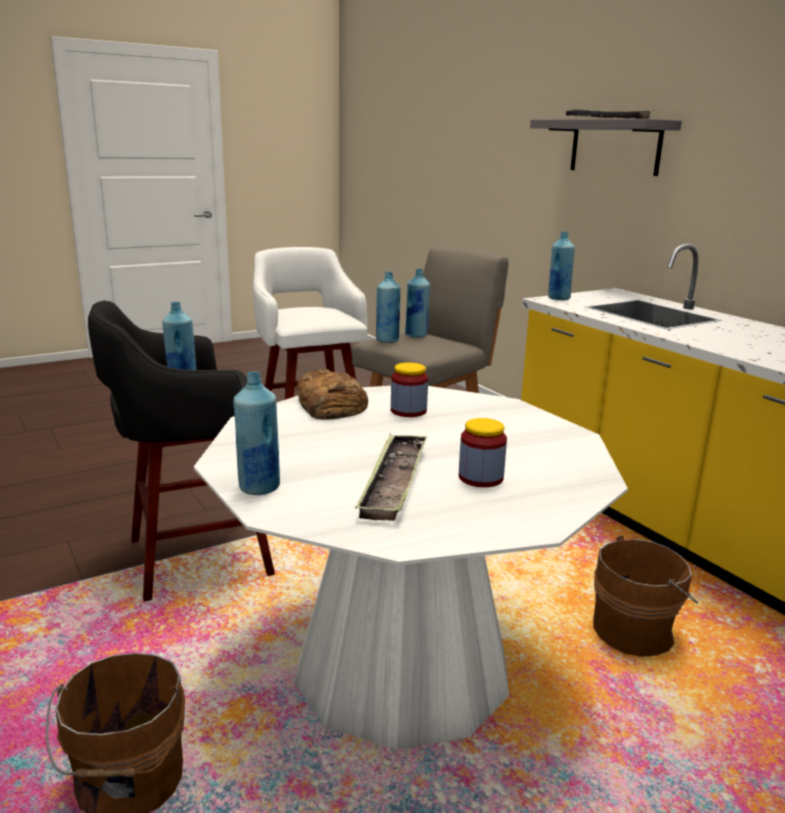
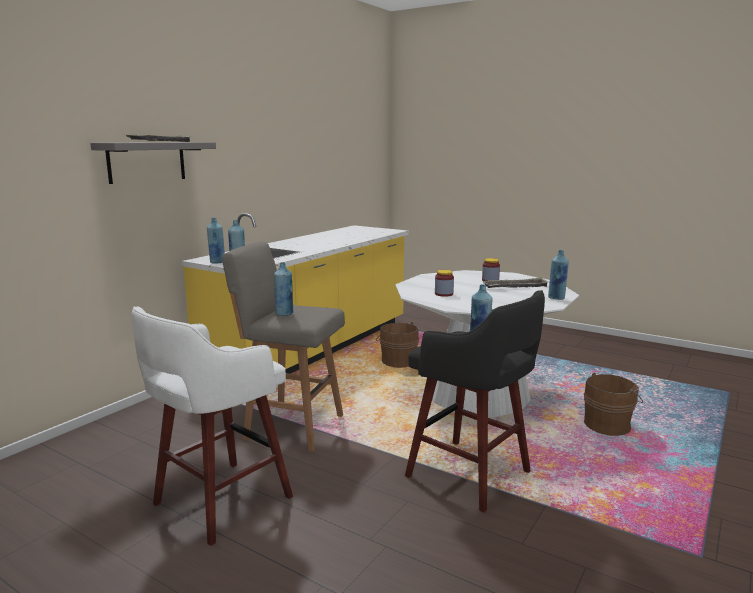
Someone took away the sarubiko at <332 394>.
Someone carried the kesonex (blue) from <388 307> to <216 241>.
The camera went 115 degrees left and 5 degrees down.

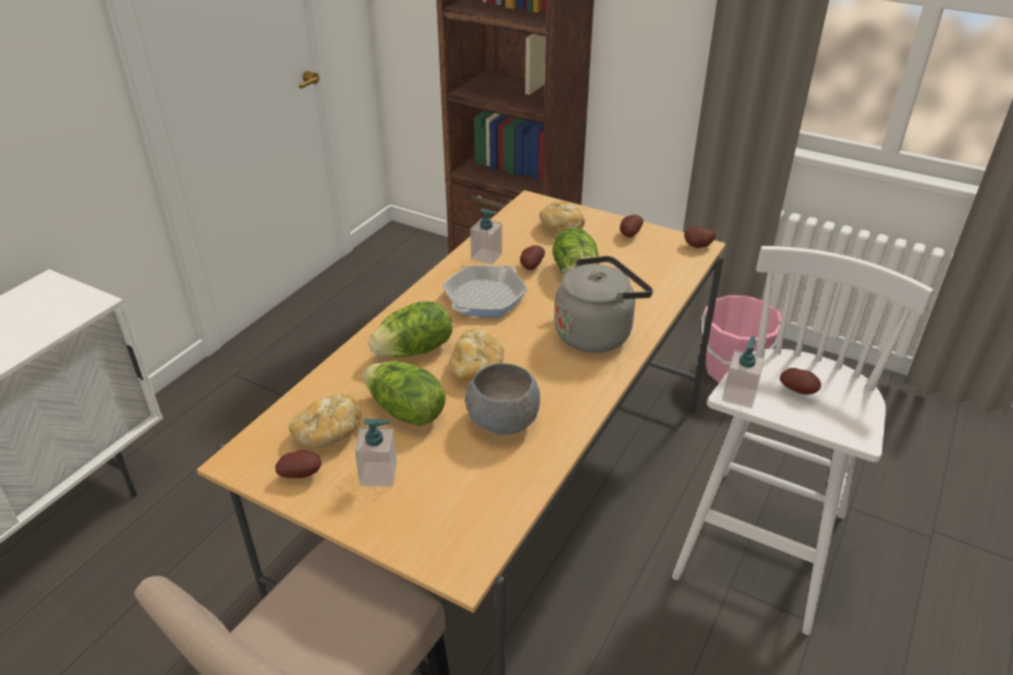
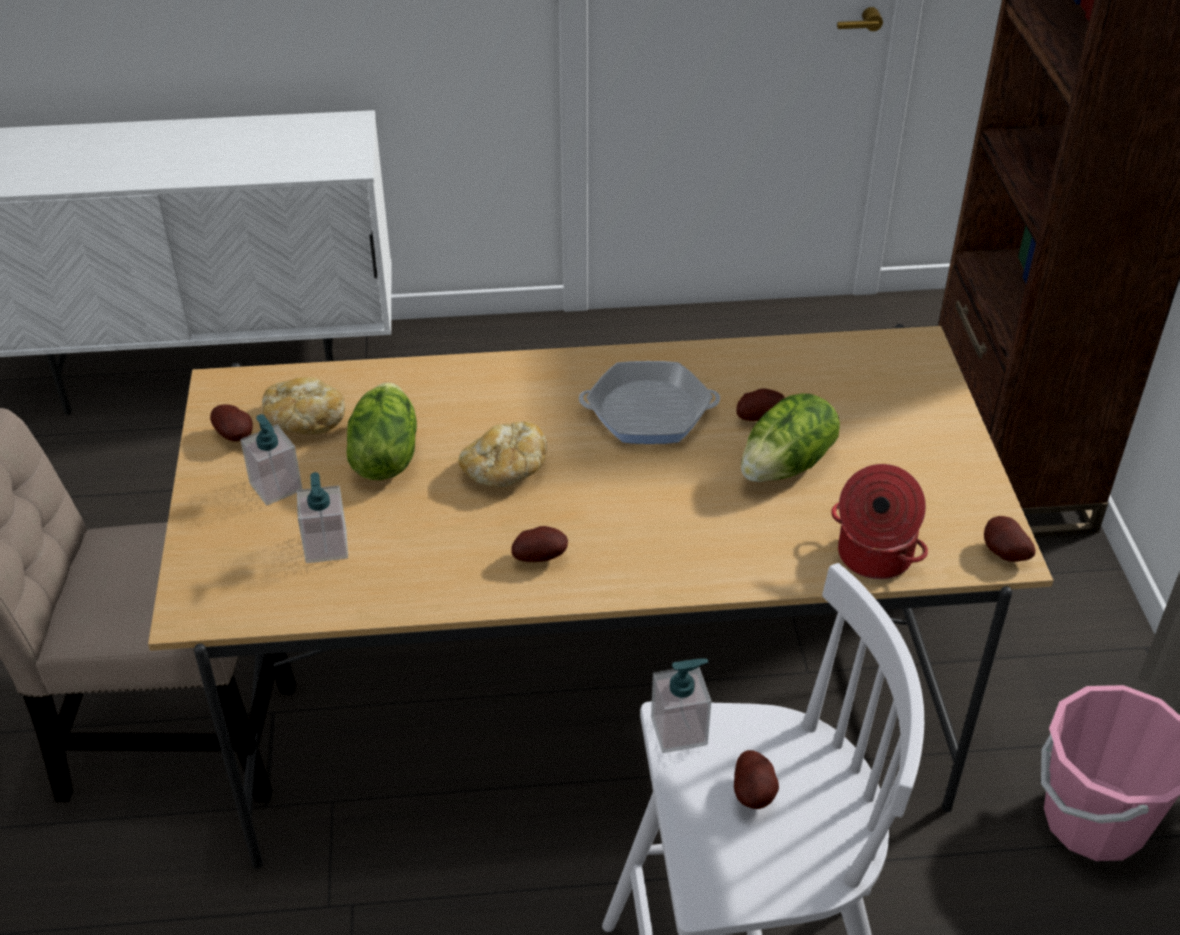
Someone took away the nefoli at <410 329>.
Someone took away the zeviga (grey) at <502 399>.
Someone carried the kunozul from <486 236> to <322 517>.
Someone took away the sarubiko at <562 217>.
Someone took away the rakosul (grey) at <603 304>.
Someone carried the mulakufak from <631 226> to <540 544>.
Someone put down the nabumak at <879 521>.
The camera went 55 degrees right and 5 degrees up.

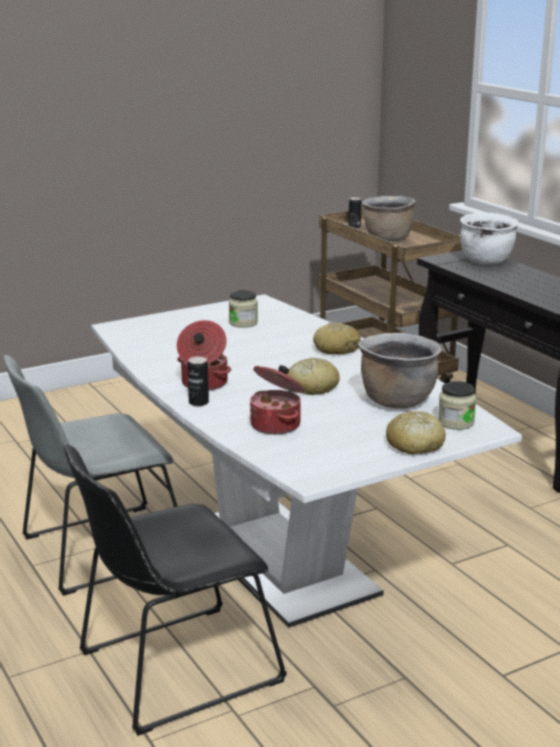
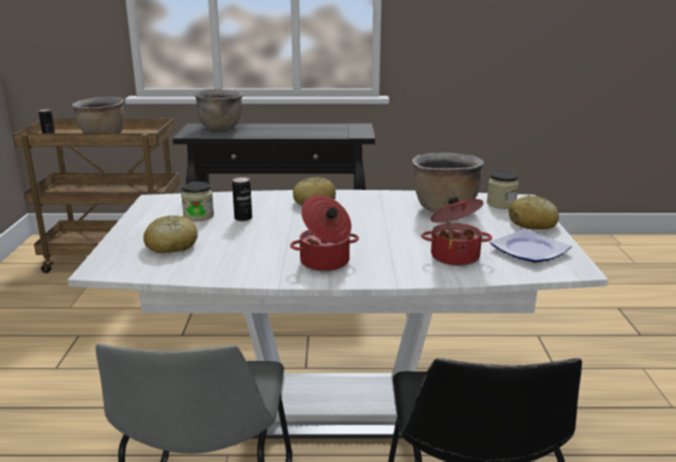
Someone carried the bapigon from <198 381> to <242 199>.
Someone carried the sarubiko from <313 376> to <170 234>.
Someone repainted the nabumak (white) at <489 238>, which became the nabumak (brown) at <218 109>.
Someone put down the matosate at <531 246>.
The camera went 60 degrees left and 0 degrees up.

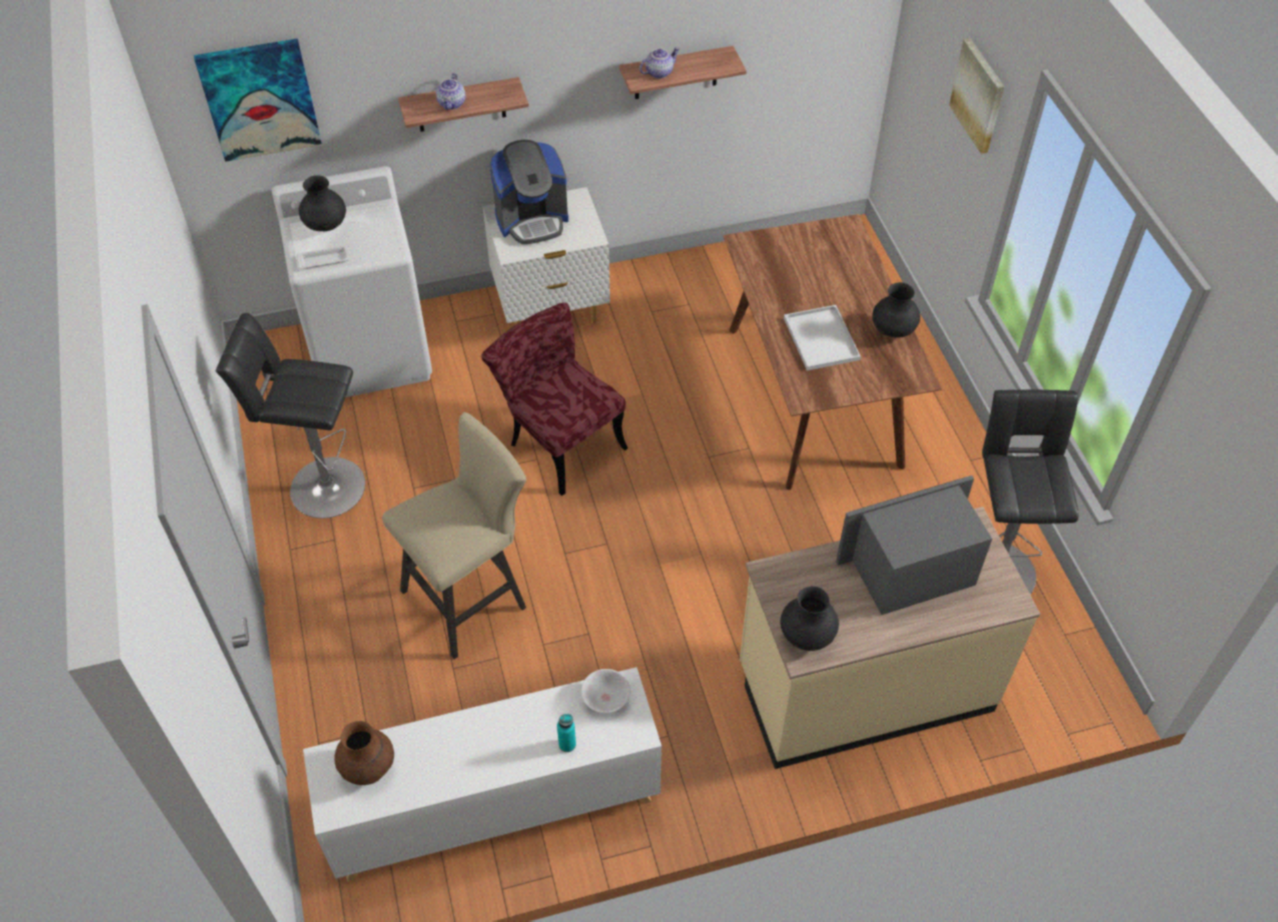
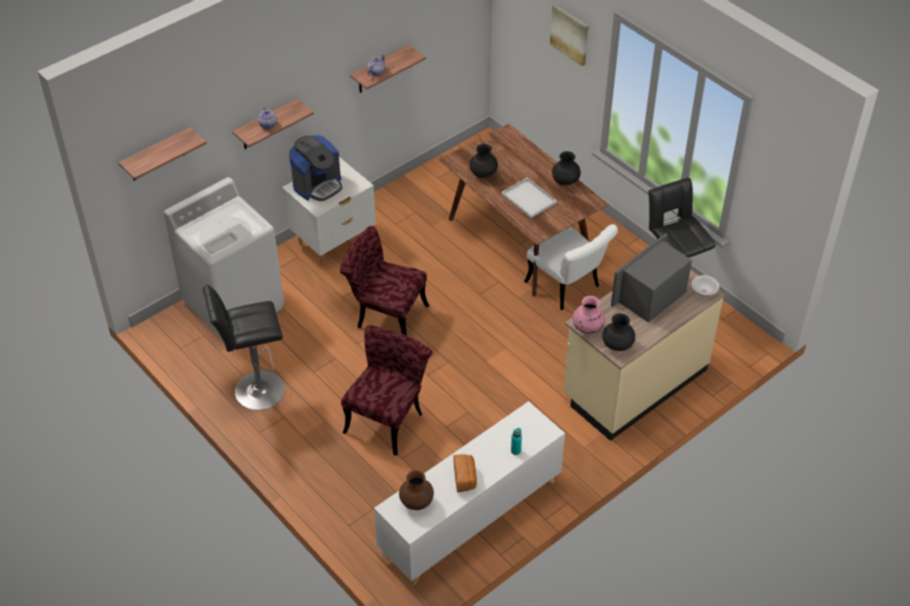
Someone swapped the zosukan at <258 100> for the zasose at <162 154>.
Someone carried the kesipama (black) from <322 203> to <484 161>.
Someone swapped the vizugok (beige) at <454 535> for the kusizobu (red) at <387 390>.
Someone carried the zeviga (white) from <605 691> to <705 286>.
Someone put down the sarubiko at <465 473>.
Someone put down the kusizobu (white) at <571 267>.
Someone put down the kesipama (pink) at <589 315>.
The camera went 25 degrees left and 5 degrees down.

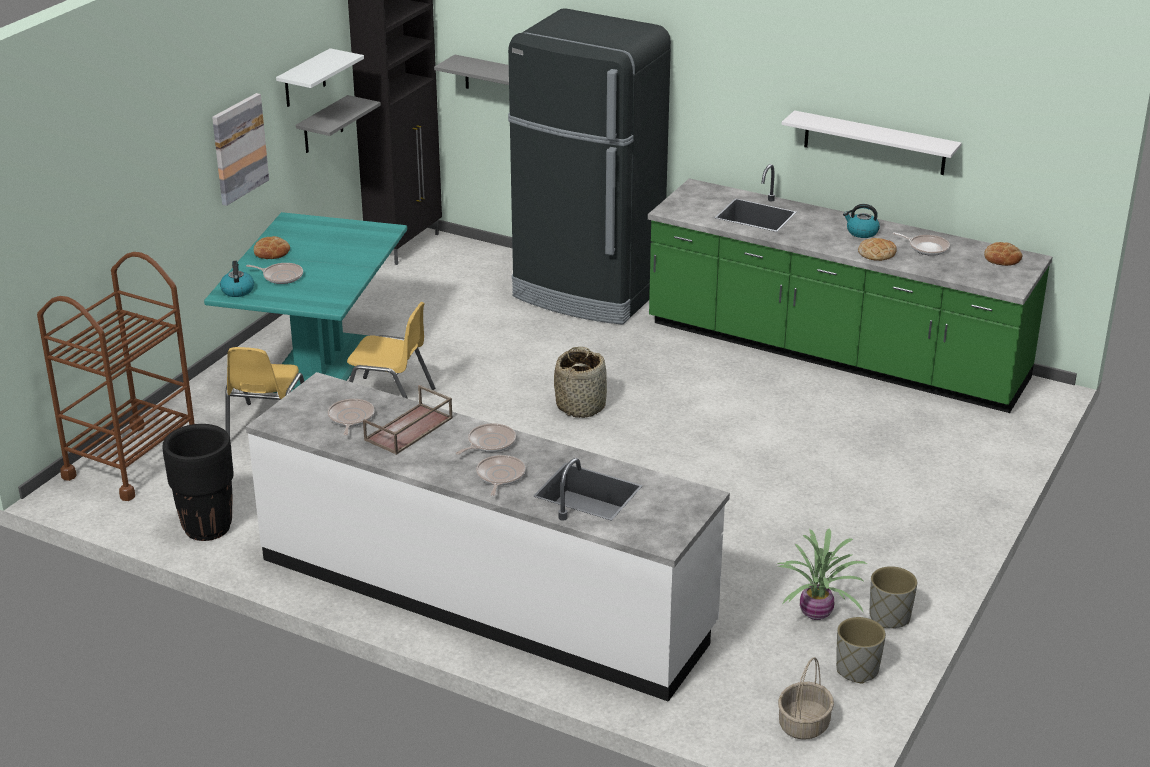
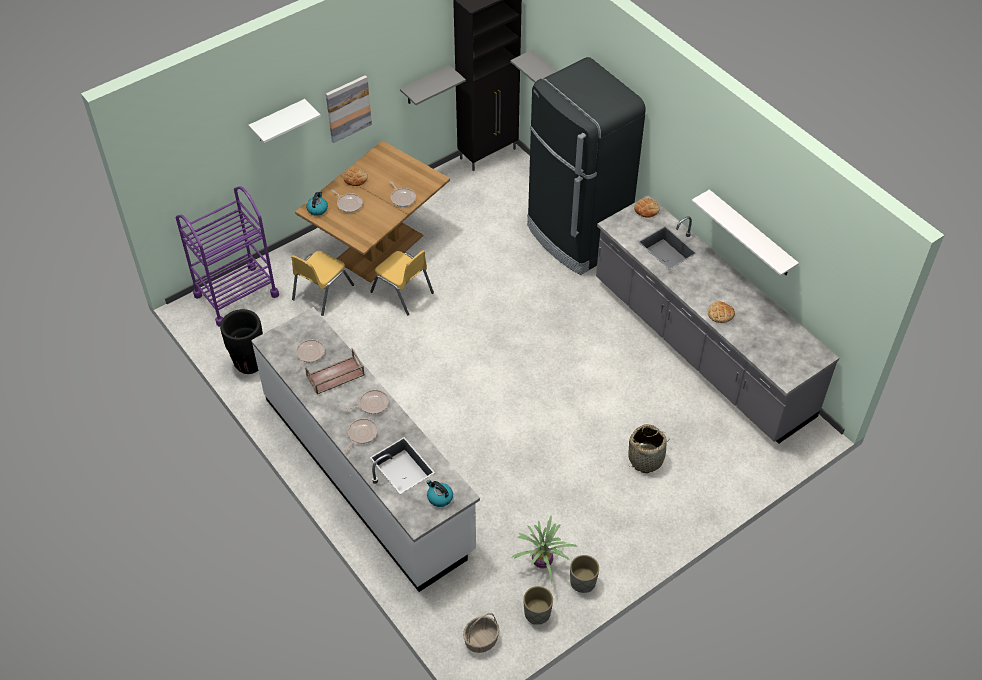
Someone repainted the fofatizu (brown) at <116 376>, which became the fofatizu (purple) at <227 256>.
Someone repainted the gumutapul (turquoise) at <305 302>, which became the gumutapul (brown) at <372 212>.
Someone carried the zasose (white) from <320 77> to <285 121>.
Someone carried the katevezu from <580 382> to <648 448>.
Someone repainted the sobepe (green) at <850 288>, which became the sobepe (grey) at <717 319>.
Someone carried the rakosul from <861 221> to <440 493>.
Someone carried the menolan from <921 244> to <403 194>.
Someone carried the sarubiko from <1003 254> to <647 208>.
The camera went 25 degrees right and 20 degrees up.

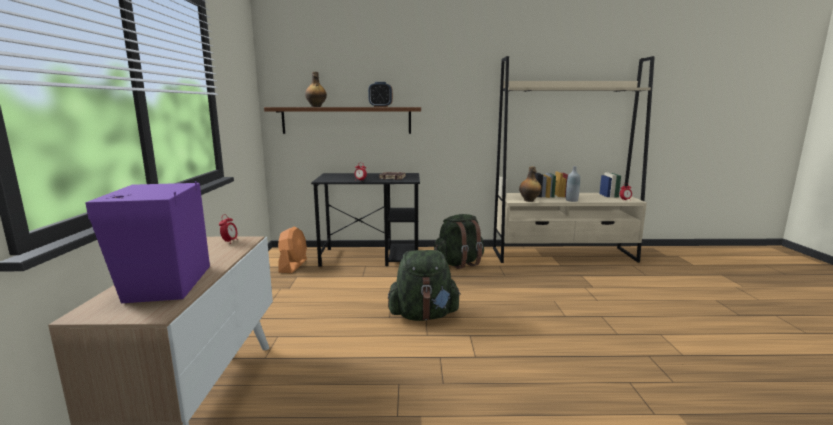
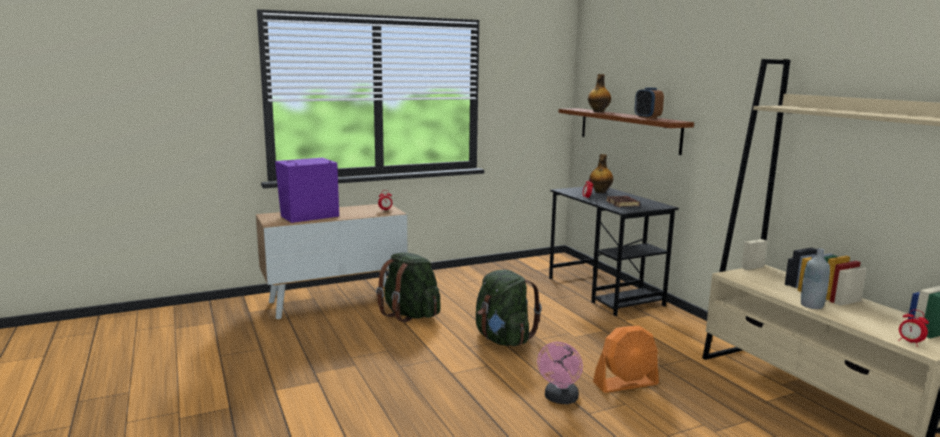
Someone carried the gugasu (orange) from <292 250> to <626 359>.
Someone carried the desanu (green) from <459 241> to <408 287>.
Someone carried the kesonex from <530 184> to <601 173>.
Someone put down the gugasu (pink) at <560 373>.
The camera went 65 degrees right and 0 degrees up.

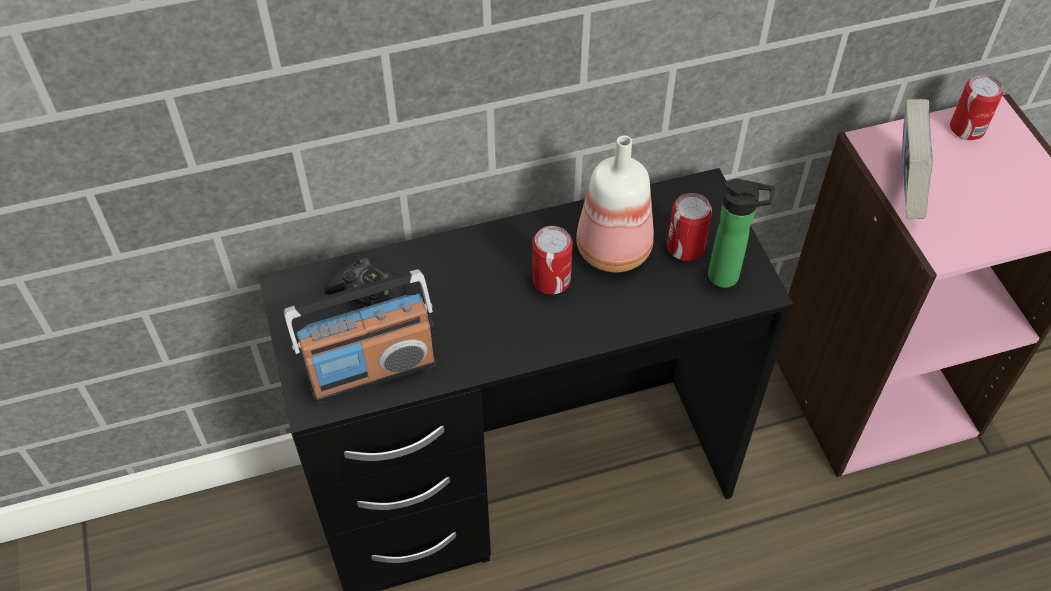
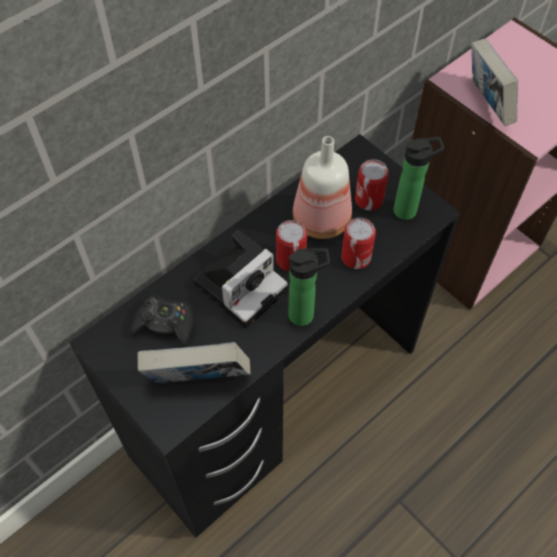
Someone swapped the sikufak at <360 336> for the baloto at <194 363>.
Someone carried the bapigon from <976 107> to <358 243>.
Someone put down the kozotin at <240 279>.
Someone put down the kesonex at <309 287>.
The camera went 25 degrees left and 5 degrees up.

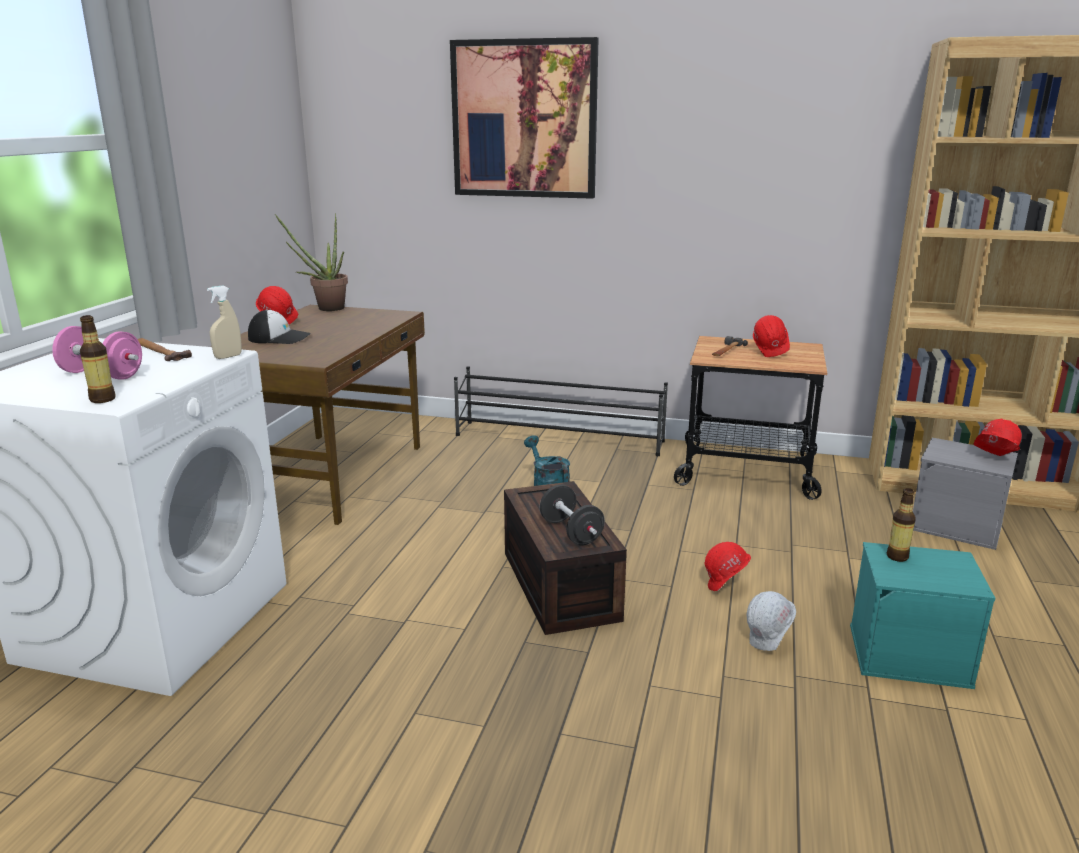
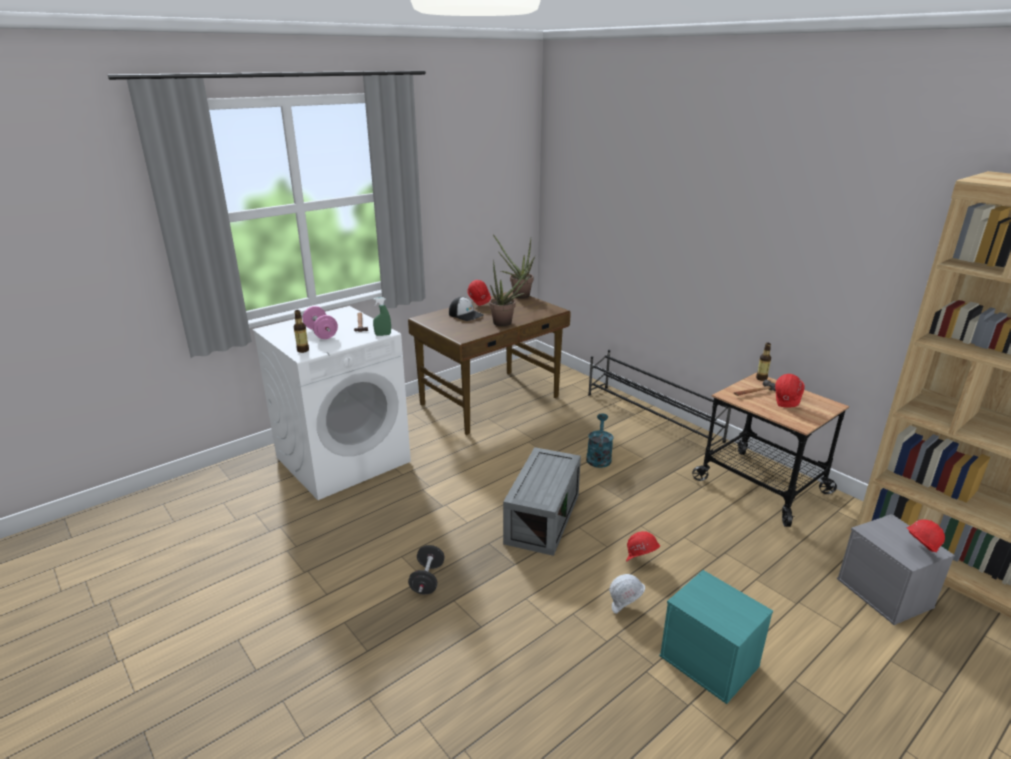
Someone repainted the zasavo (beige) at <224 322>, which became the zasavo (green) at <382 316>.
Someone took away the zosukan at <524 118>.
Someone repainted the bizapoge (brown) at <565 558>, which became the bizapoge (grey) at <542 501>.
Someone carried the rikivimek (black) from <572 514> to <426 570>.
Someone carried the kesonex from <901 525> to <763 362>.
Someone put down the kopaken at <512 291>.
The camera went 35 degrees right and 5 degrees up.

